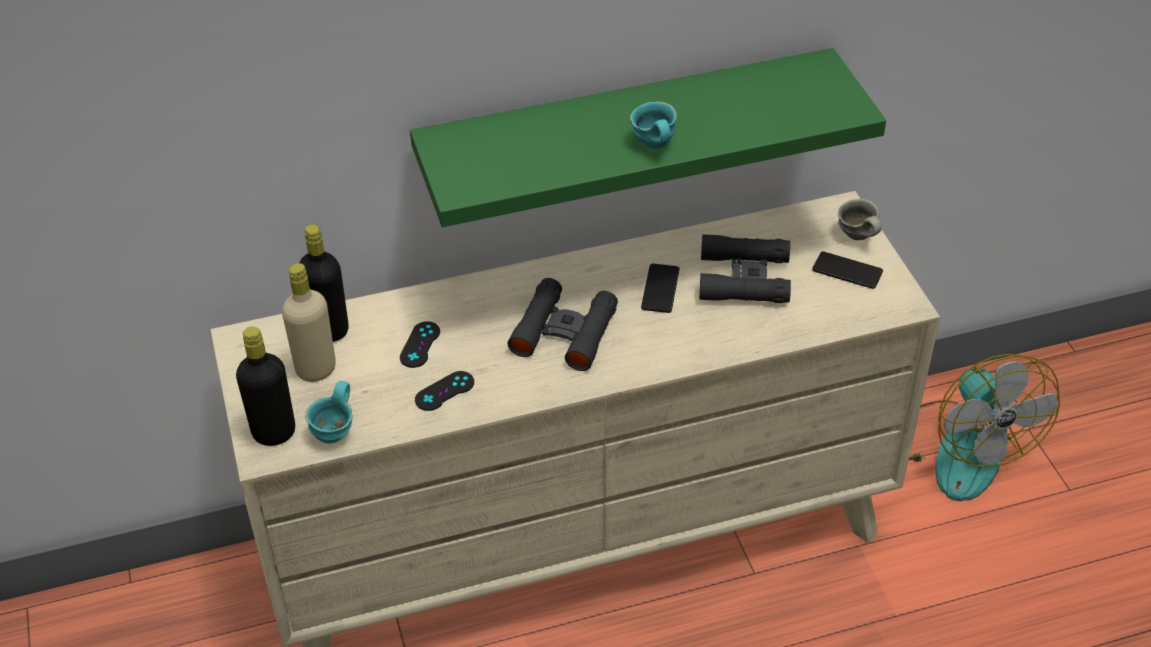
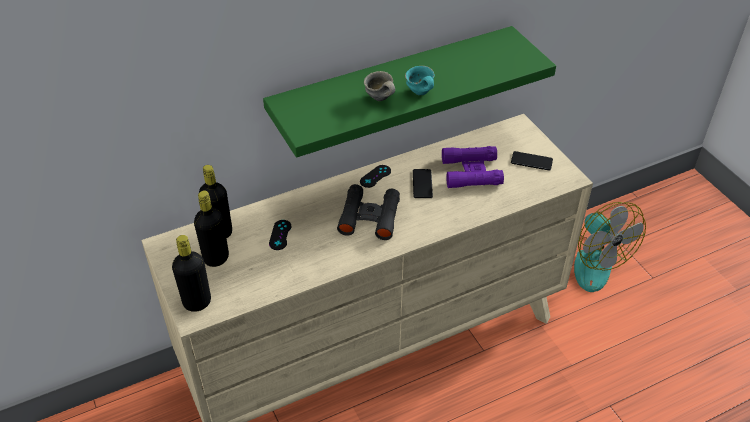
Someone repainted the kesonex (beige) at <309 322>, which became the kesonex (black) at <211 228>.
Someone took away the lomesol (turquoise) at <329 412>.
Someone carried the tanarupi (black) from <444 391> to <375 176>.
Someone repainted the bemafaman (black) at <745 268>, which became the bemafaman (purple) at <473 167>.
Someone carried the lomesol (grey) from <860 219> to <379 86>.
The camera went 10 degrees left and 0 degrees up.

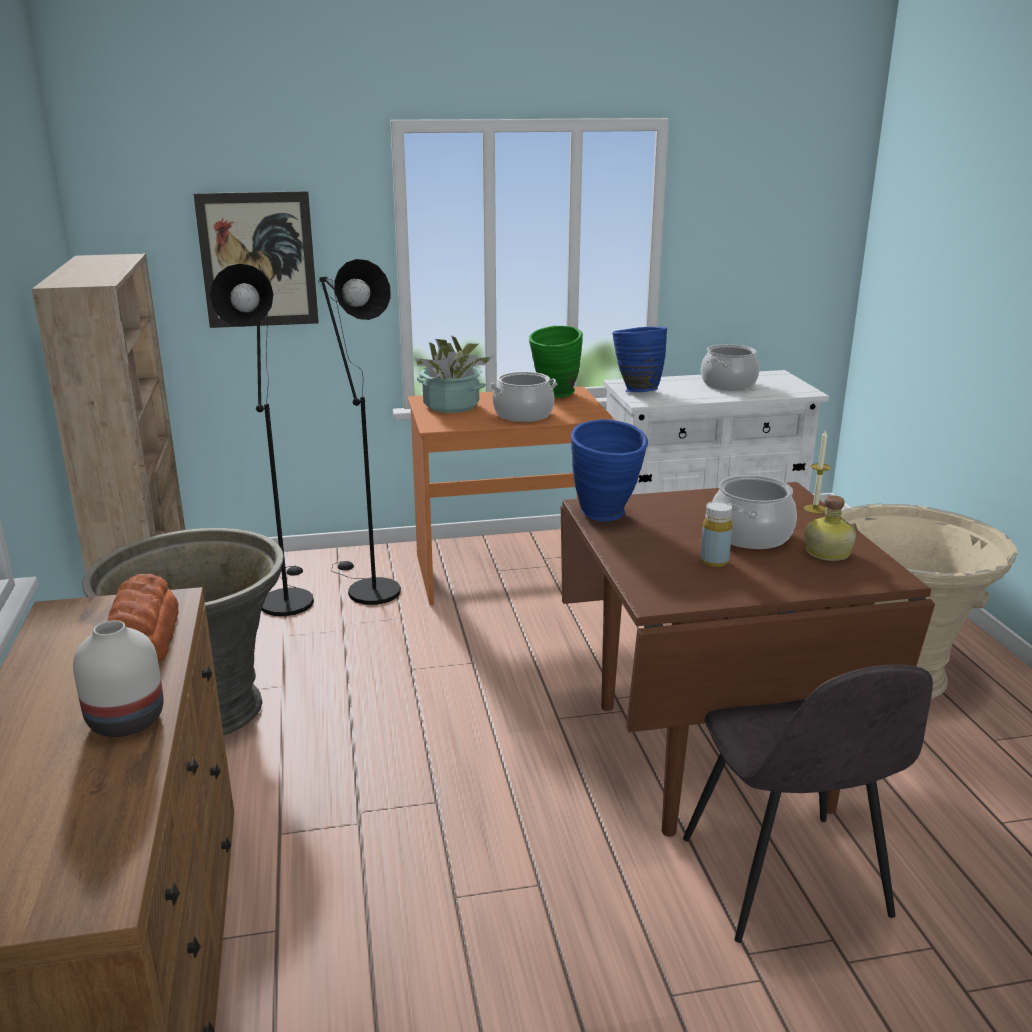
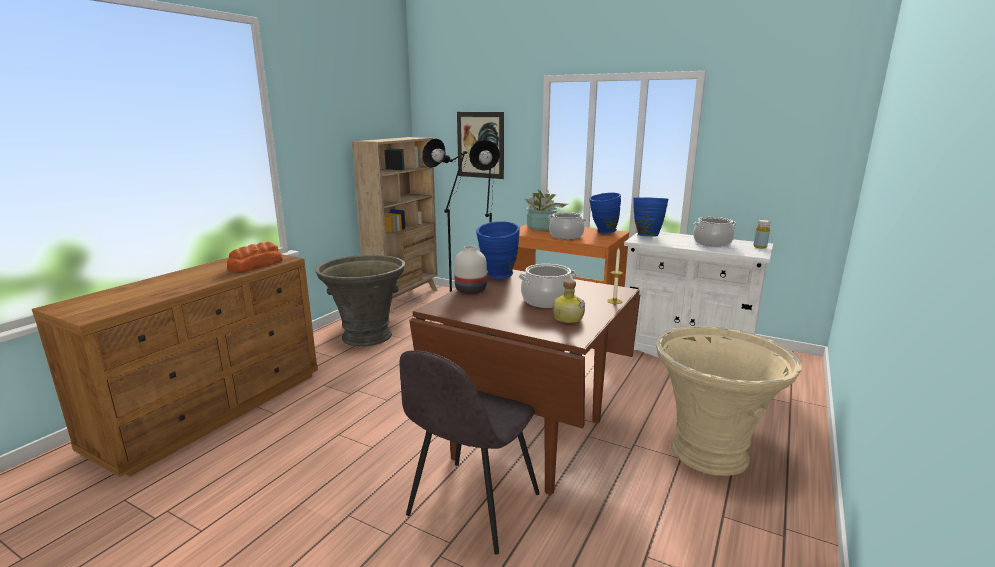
Someone carried the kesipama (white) from <118 678> to <470 270>.
Someone repainted the kesipama (green) at <556 362>, which became the kesipama (blue) at <605 213>.
Someone carried the kesonex (yellow) from <716 534> to <761 234>.
The camera went 40 degrees right and 5 degrees down.

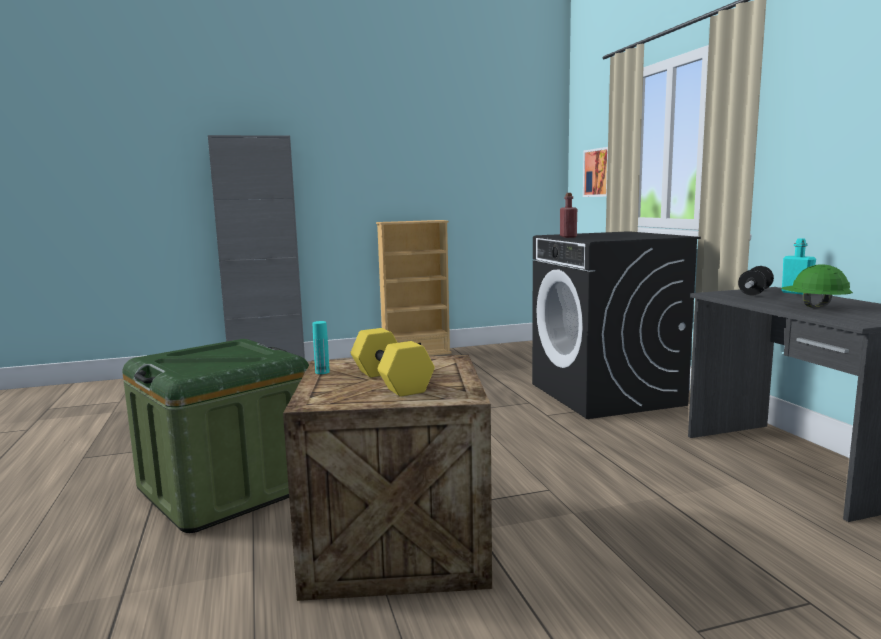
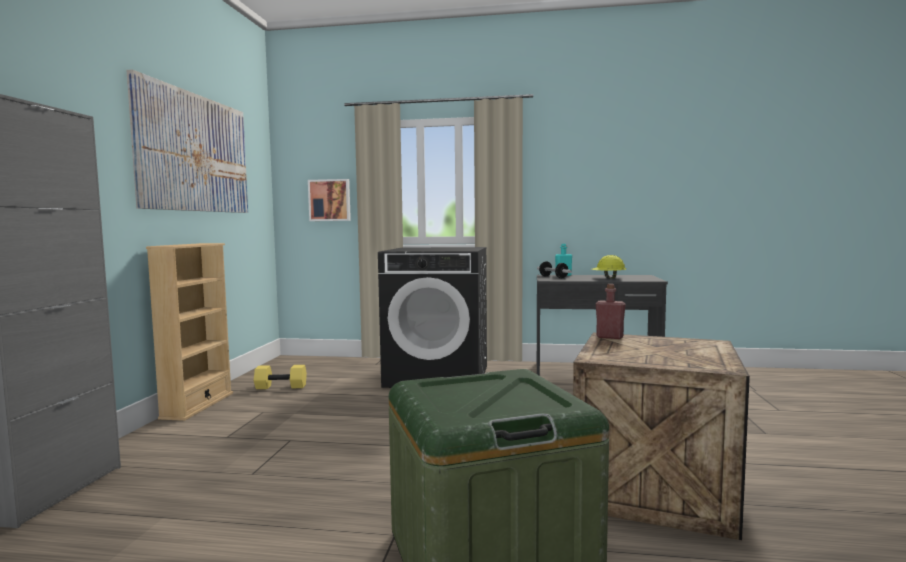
Someone took away the kesonex (turquoise) at <321 347>.
Someone carried the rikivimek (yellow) from <393 362> to <280 377>.
Someone carried the kesonex (red) from <568 215> to <611 311>.
Someone repainted the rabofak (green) at <817 286>, which became the rabofak (yellow) at <608 267>.
Someone put up the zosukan at <187 141>.
The camera went 65 degrees left and 5 degrees down.

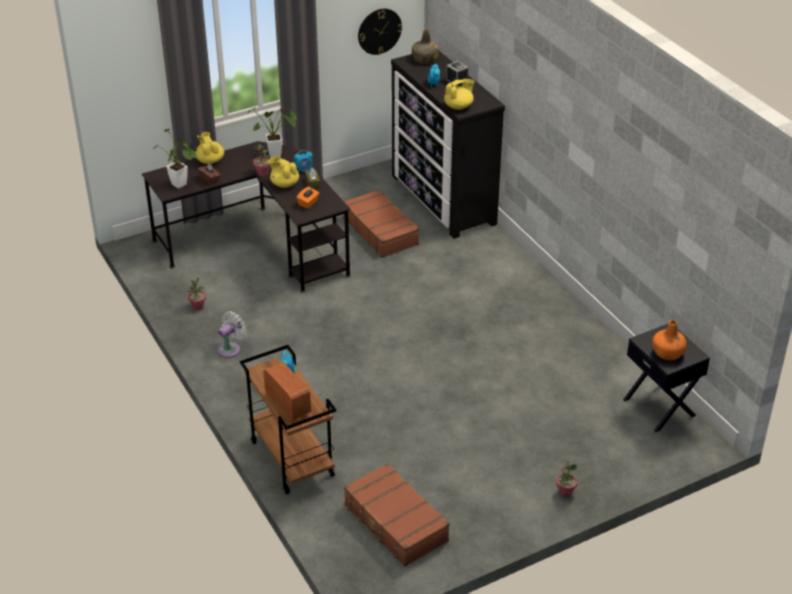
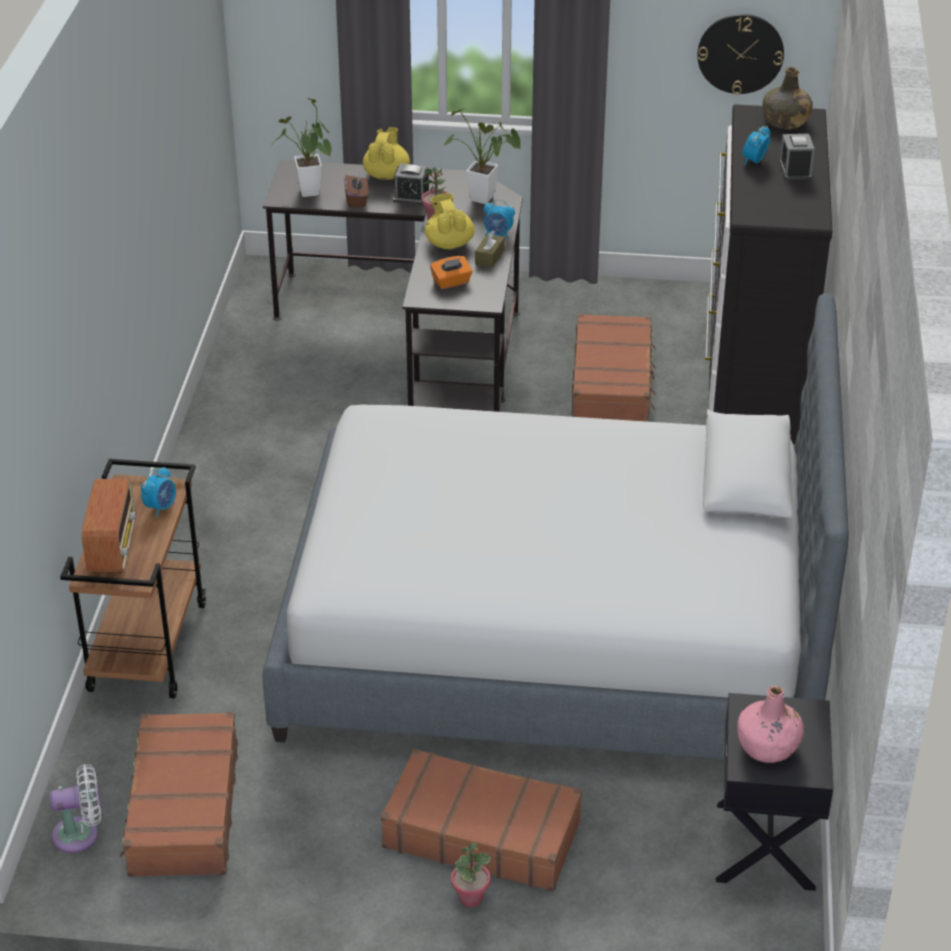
Someone took away the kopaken at <197 294>.
Someone carried the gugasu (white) from <232 334> to <75 808>.
Someone took away the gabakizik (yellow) at <459 94>.
Someone repainted the kesonex (orange) at <670 340>, which became the kesonex (pink) at <770 724>.
Someone put down the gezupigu at <555 526>.
Someone put down the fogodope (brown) at <481 820>.
Someone put down the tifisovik at <411 184>.
The camera went 35 degrees right and 0 degrees up.

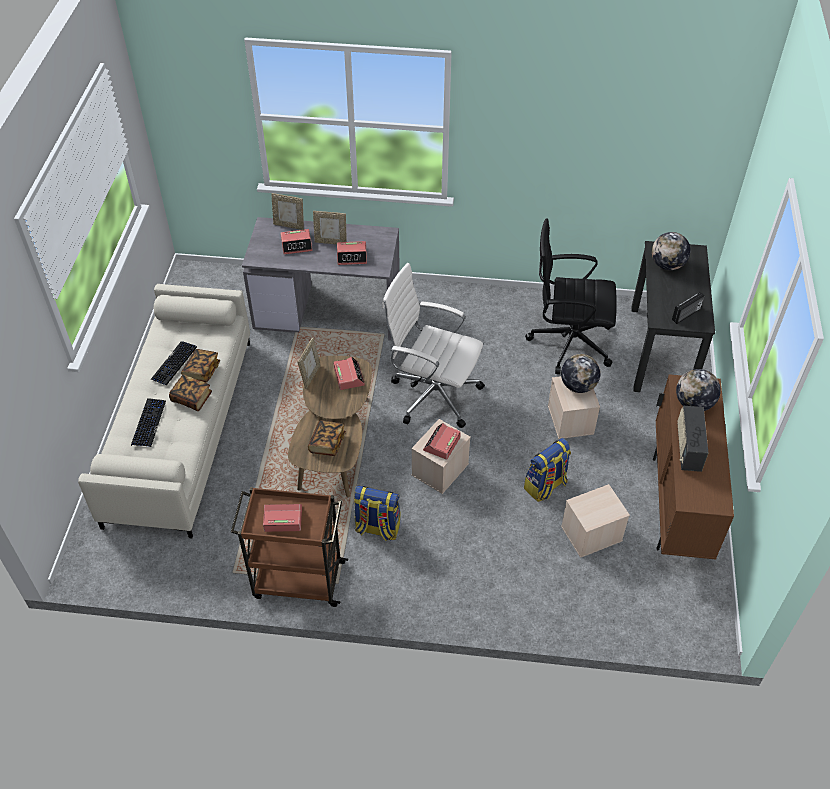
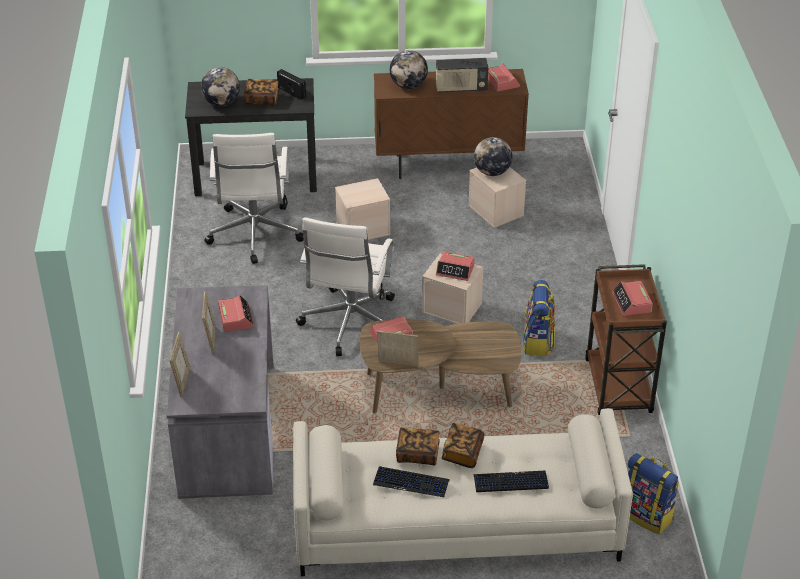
Someone carried the tifisovik from <296 241> to <504 77>.
Someone carried the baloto from <327 438> to <261 92>.
Someone carried the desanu from <547 470> to <653 493>.
Someone repainted the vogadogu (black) at <571 296>, which became the vogadogu (white) at <254 198>.
Someone carried the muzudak from <581 373> to <493 156>.
The camera went 100 degrees left and 10 degrees down.

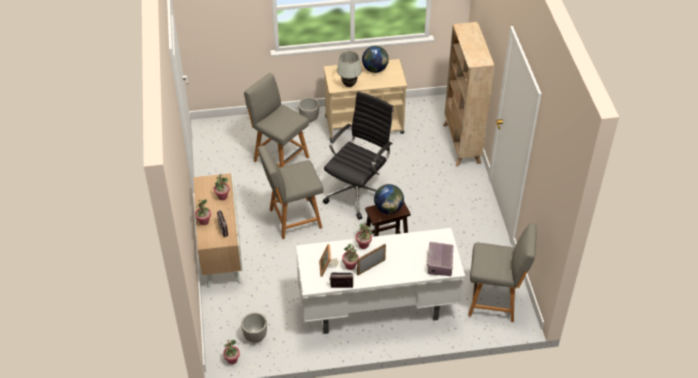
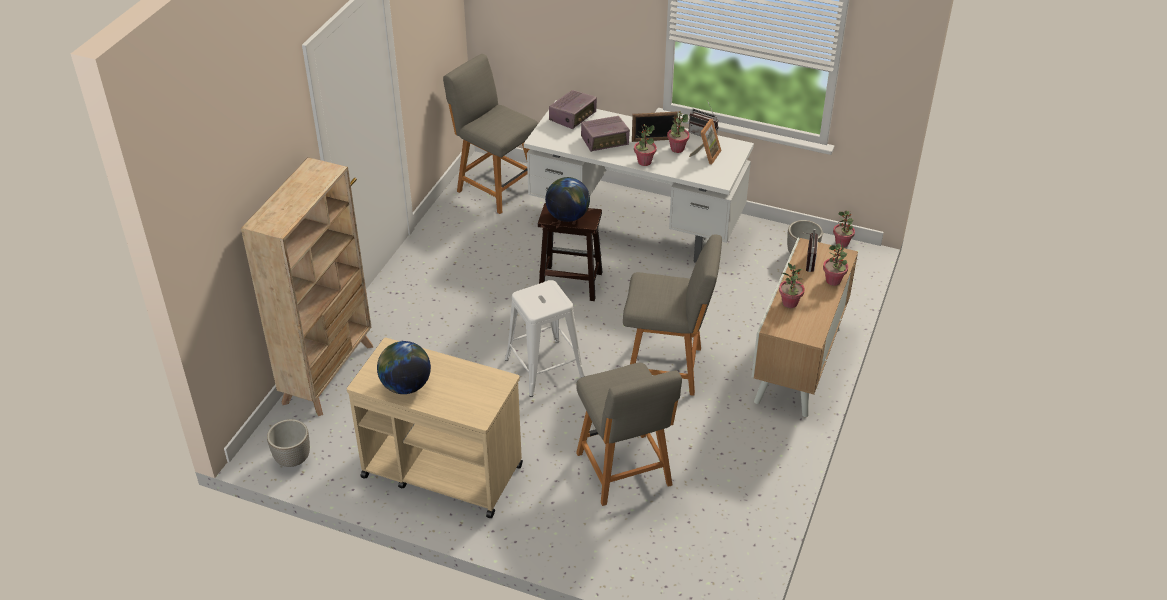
Someone carried the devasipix from <308 110> to <288 443>.
Someone swapped the vogadogu (black) at <358 155> for the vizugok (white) at <545 338>.
Someone took away the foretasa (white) at <349 69>.
Someone put down the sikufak at <605 134>.
The camera went 150 degrees left and 5 degrees down.

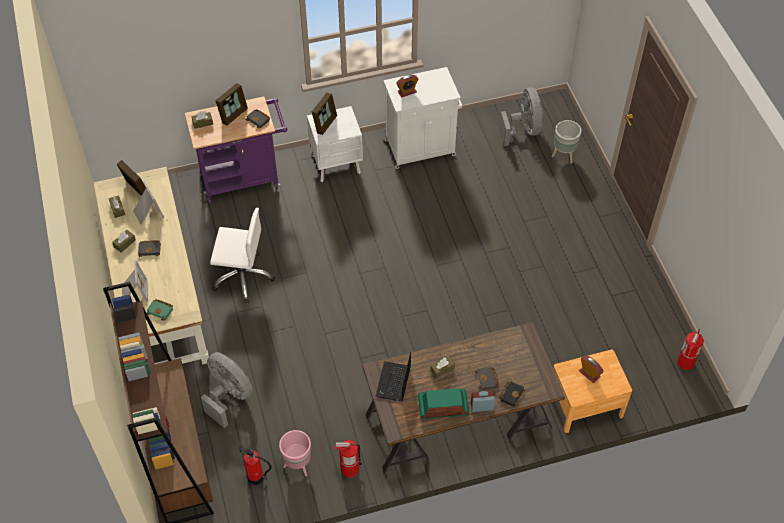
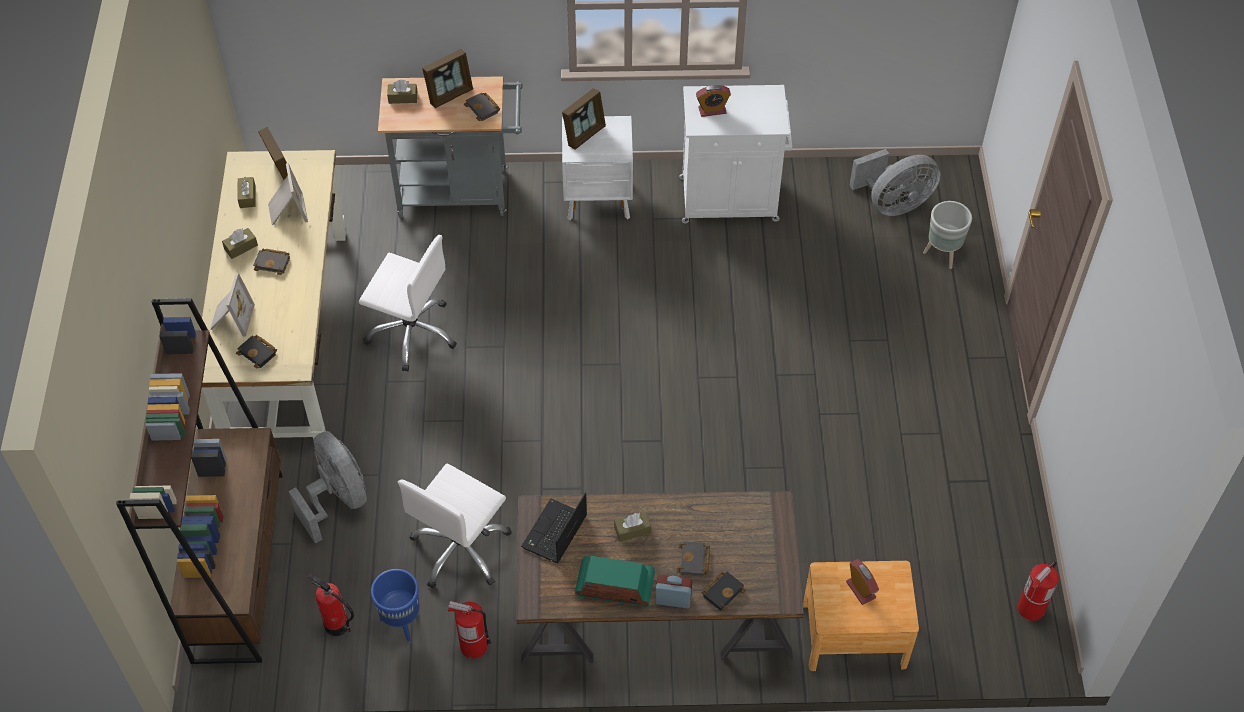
Someone repainted the baloto (green) at <159 310>, which became the baloto (black) at <256 352>.
Someone repainted the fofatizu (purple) at <236 150>, which became the fofatizu (grey) at <450 147>.
Someone repainted the devasipix (pink) at <295 453>, which became the devasipix (blue) at <395 605>.
Someone rotated the gugasu (grey) at <521 117> by 60 degrees clockwise.
Someone put down the vogadogu (white) at <455 526>.
The camera went 15 degrees right and 0 degrees up.

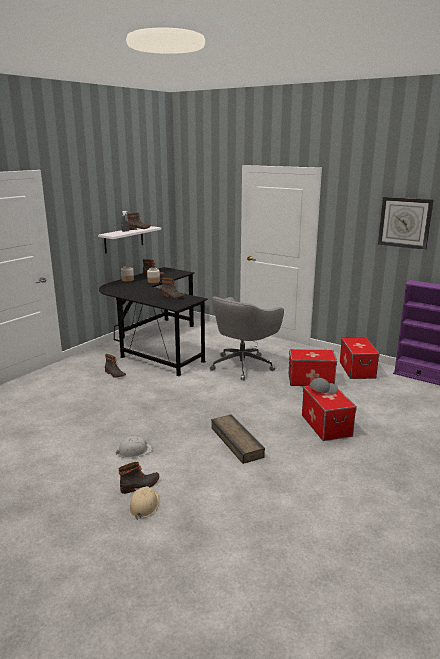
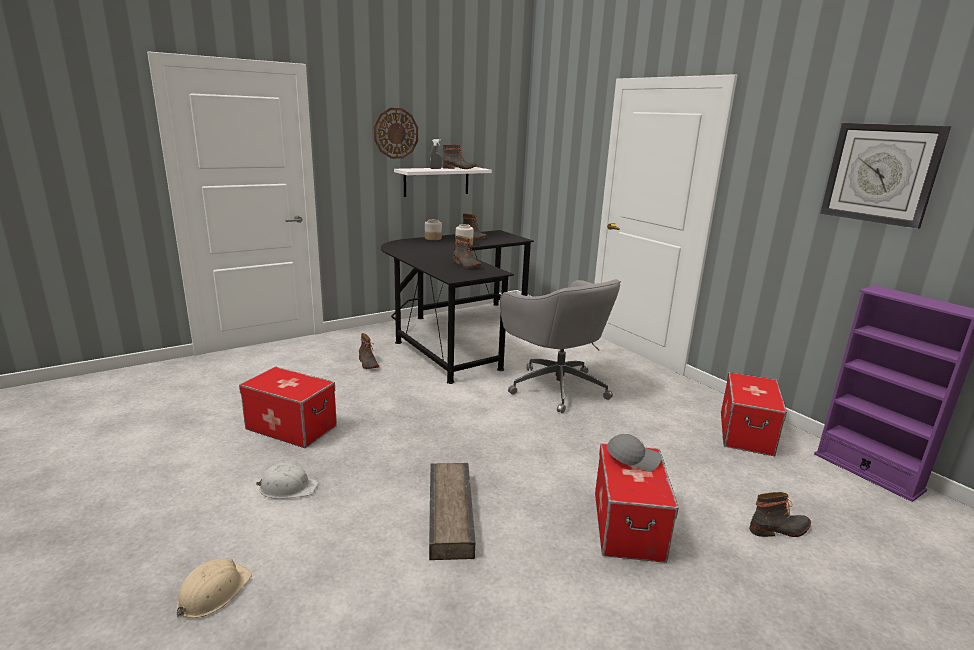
Someone carried the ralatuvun from <139 478> to <780 514>.
Someone rotated the vogadogu (grey) at <247 338> by 90 degrees counterclockwise.
Someone carried the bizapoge from <313 367> to <288 407>.
Someone put up the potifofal at <396 133>.
The camera went 20 degrees right and 0 degrees up.

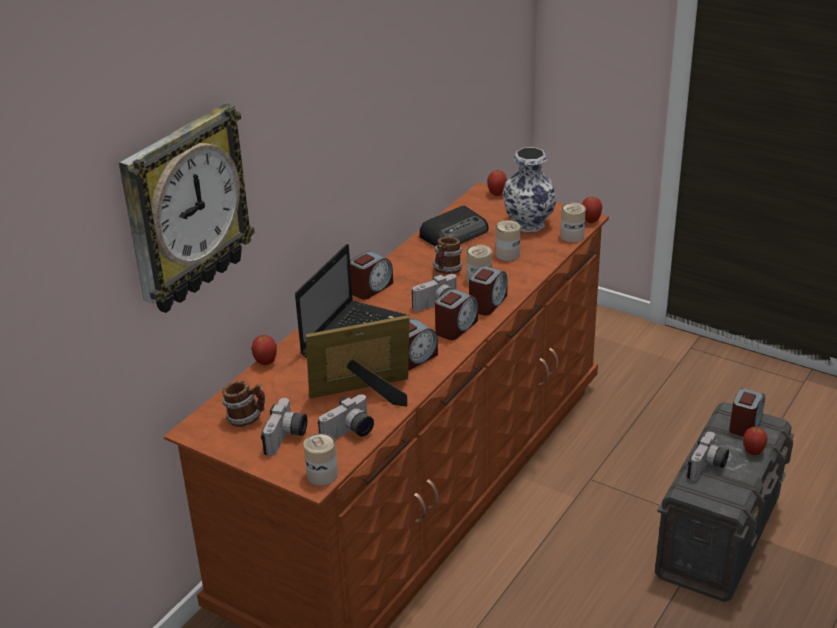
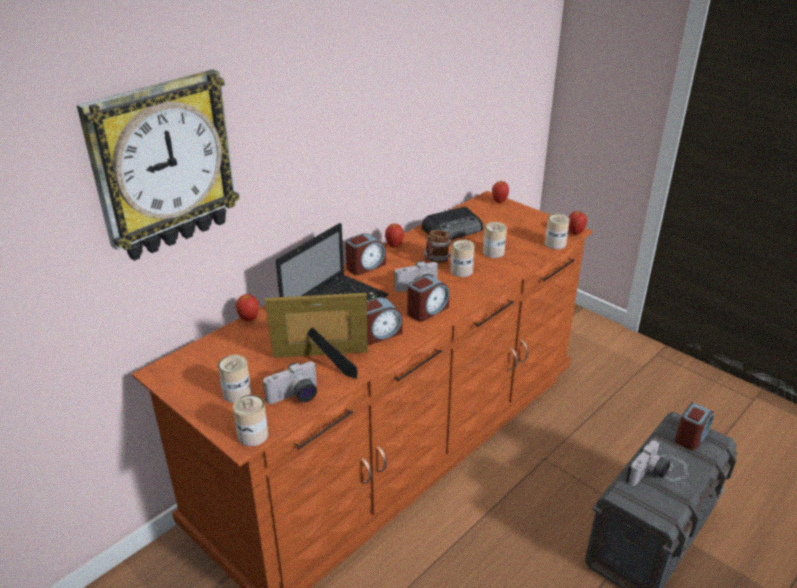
Someone took away the lomesol at <243 404>.
Someone swapped the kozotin at <284 427> for the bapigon at <234 379>.
Someone took away the tifisovik at <488 291>.
Someone took away the kesipama at <529 189>.
Someone carried the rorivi from <755 441> to <394 235>.
The camera went 10 degrees right and 0 degrees up.

